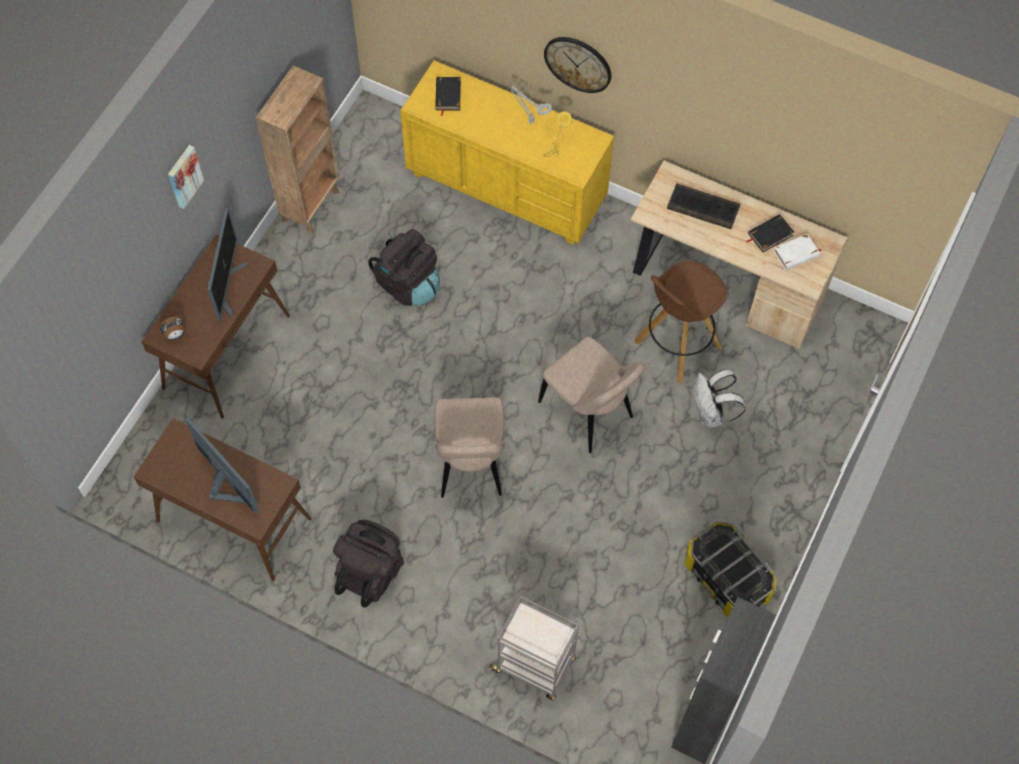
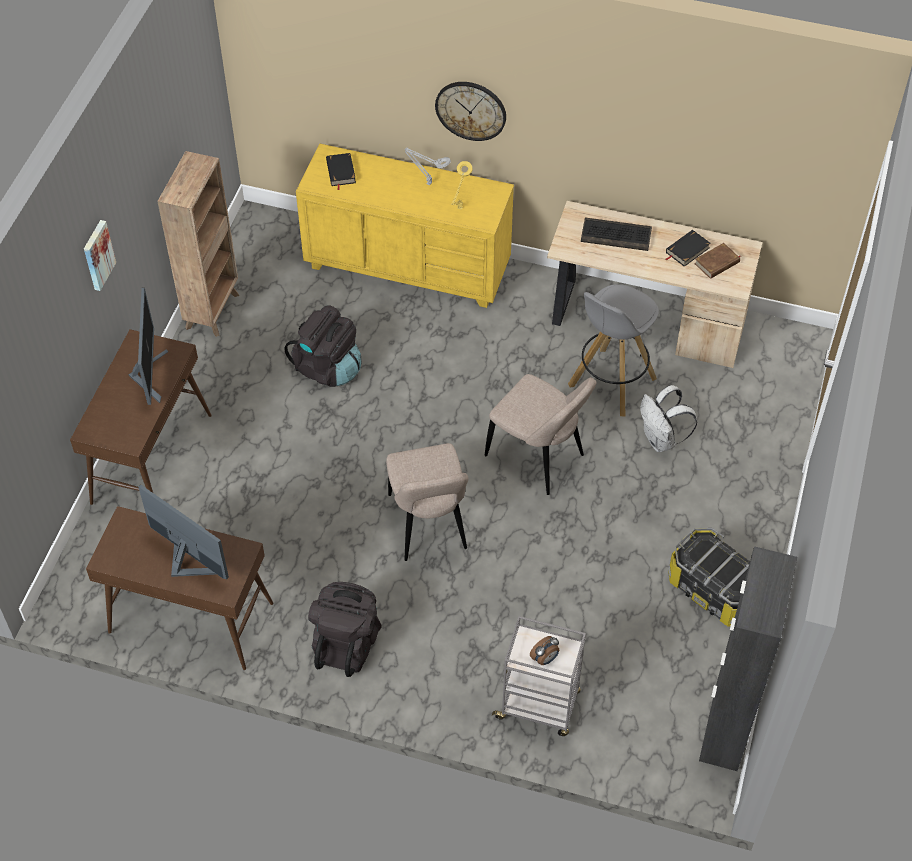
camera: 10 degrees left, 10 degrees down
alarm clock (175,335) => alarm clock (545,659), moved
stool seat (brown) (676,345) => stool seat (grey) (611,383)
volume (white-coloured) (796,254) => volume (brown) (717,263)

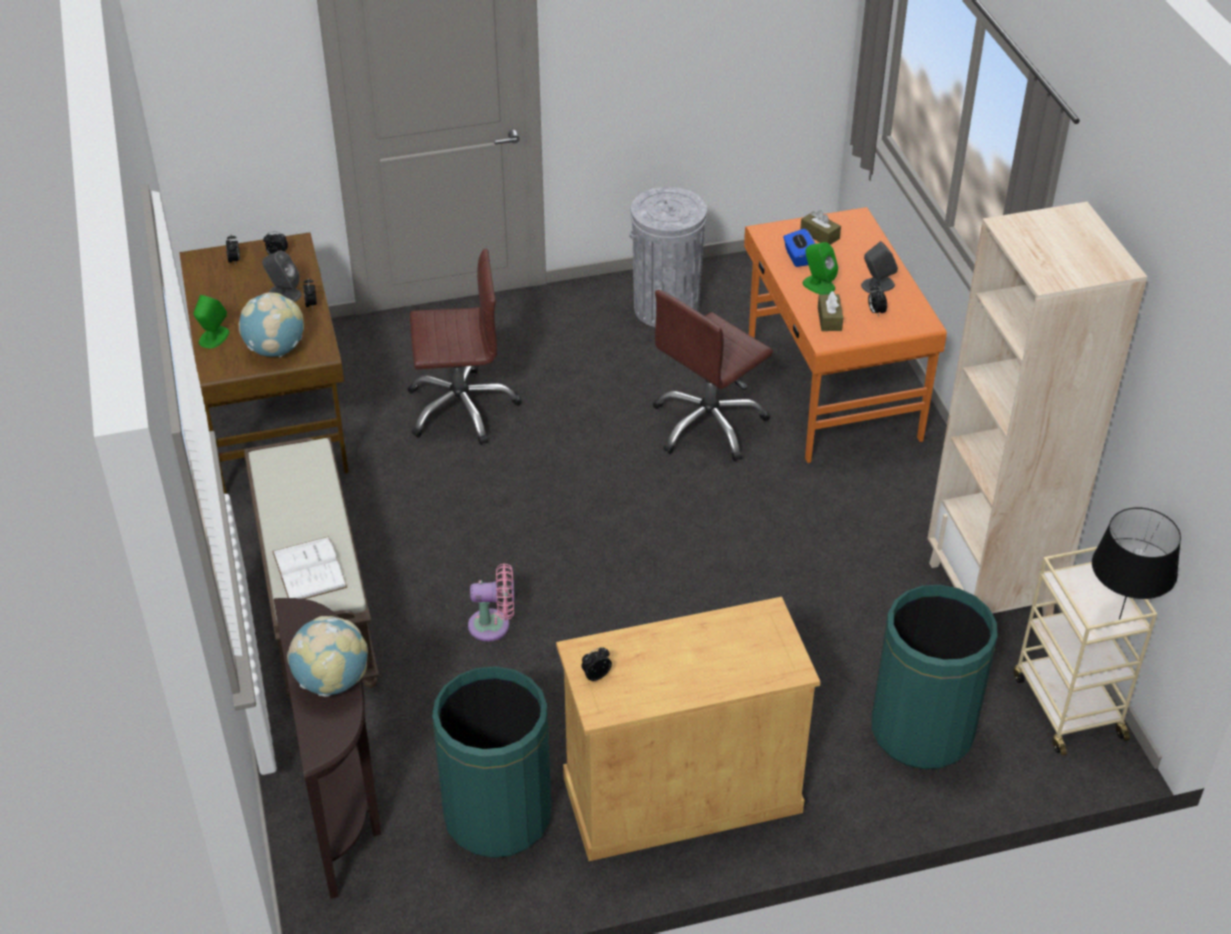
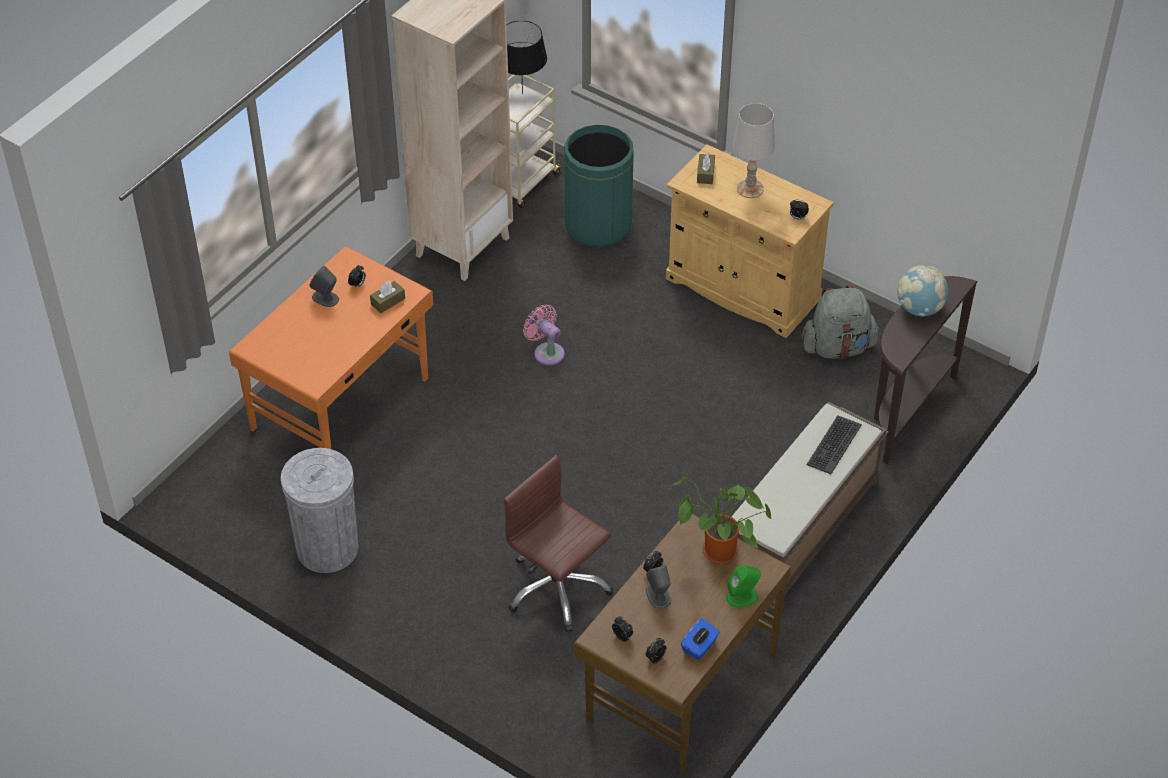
camera: 130 degrees left, 5 degrees up
world globe (275,349) => plant in a pot (716,552)
volume (white-coloured) (309,569) => PC keyboard (833,445)
trash can (green-coloured) (498,816) => backpack (grey) (838,347)
fan (pinkish) (494,625) => fan (pinkish) (546,352), moved
computer chair (brown) (709,425) => nothing
tissue box (bluish) (798,257) => tissue box (bluish) (699,647), moved
tissue box (brown) (819,235) => tissue box (brown) (705,173), moved
loudspeaker (green-coloured) (818,285) => nothing
nothing => table lamp (white-coloured) (750,188)

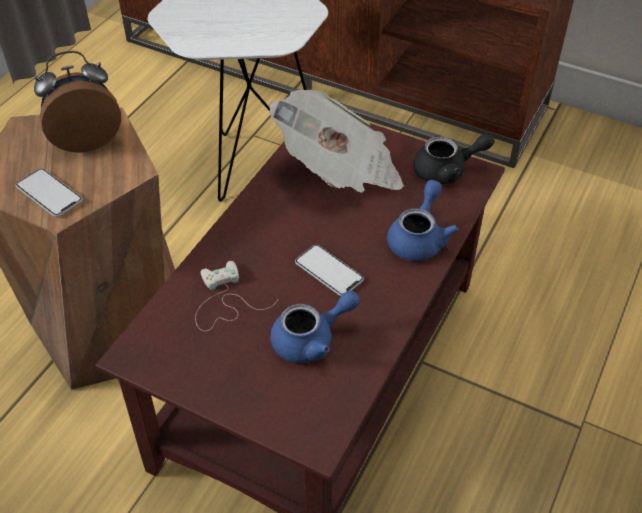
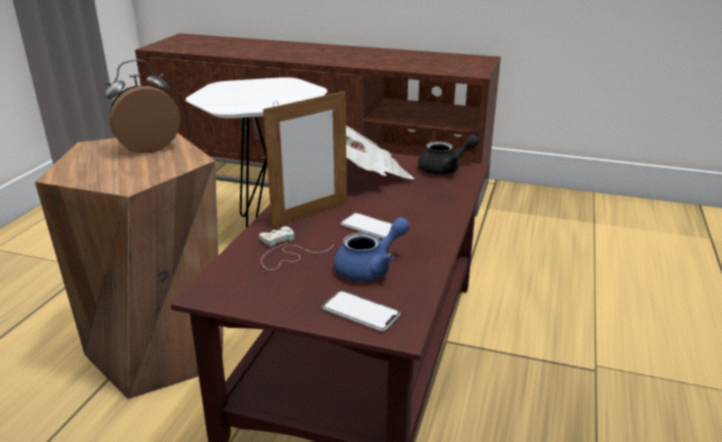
camera: 10 degrees left, 20 degrees down
telephone (49,194) => telephone (360,312), moved
teapot (bluish) (419,238) => nothing
nothing => picture frame (310,214)

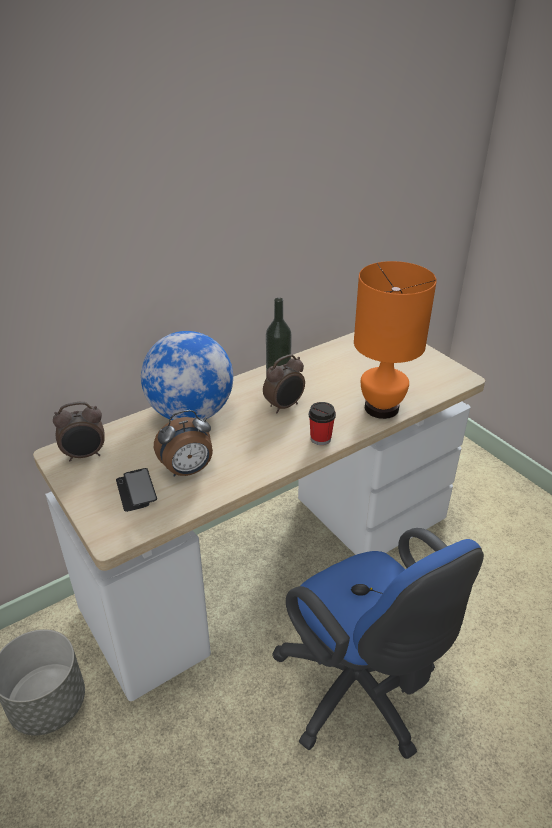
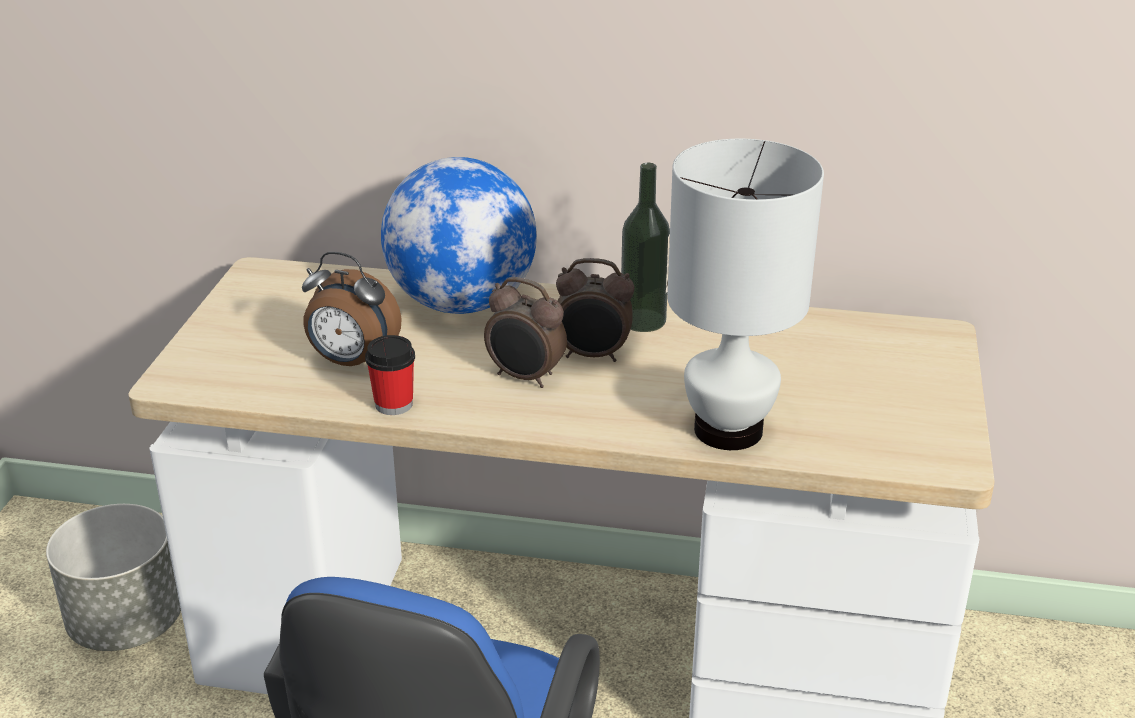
camera: 45 degrees right, 5 degrees down
alarm clock (85,455) => alarm clock (525,378), moved
telephone (136,491) => nothing
cup (320,438) => cup (394,404), moved
table lamp (orange) (381,407) => table lamp (white-coloured) (729,430)

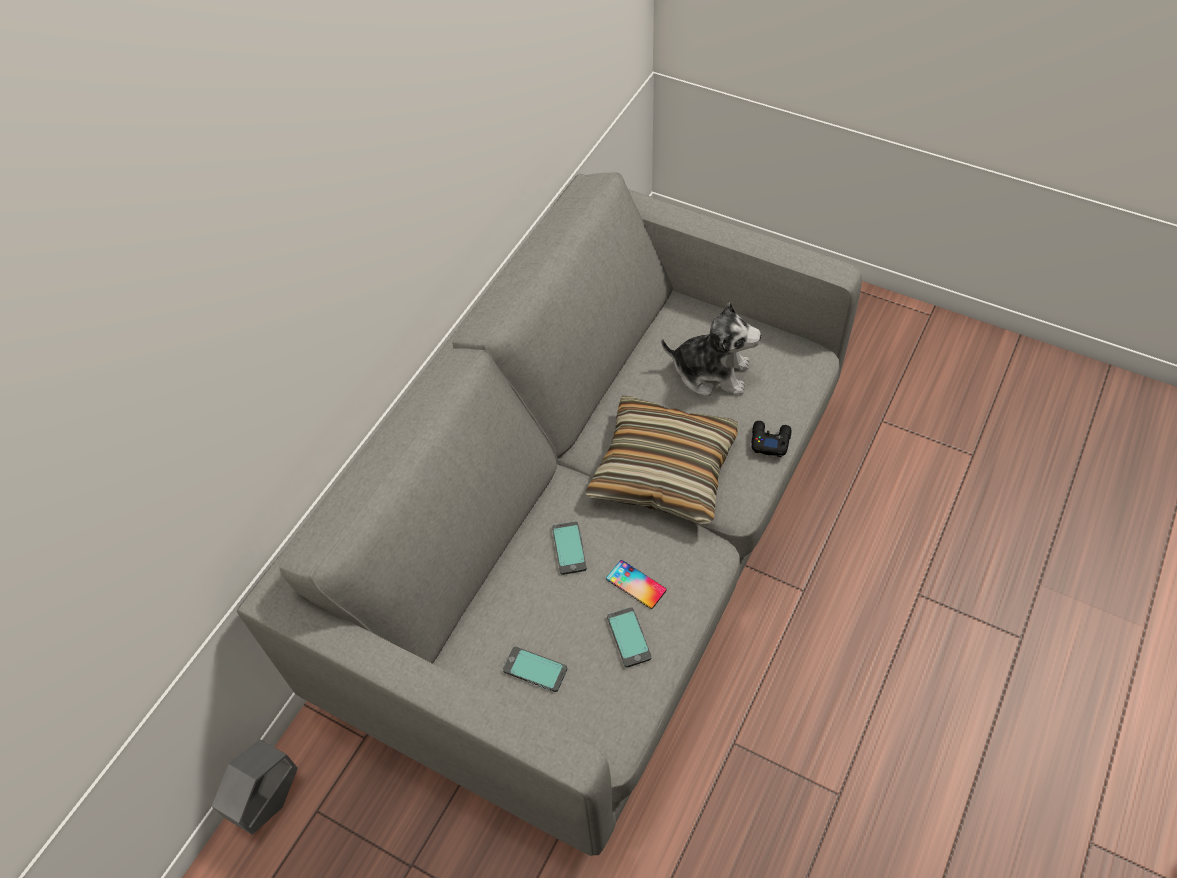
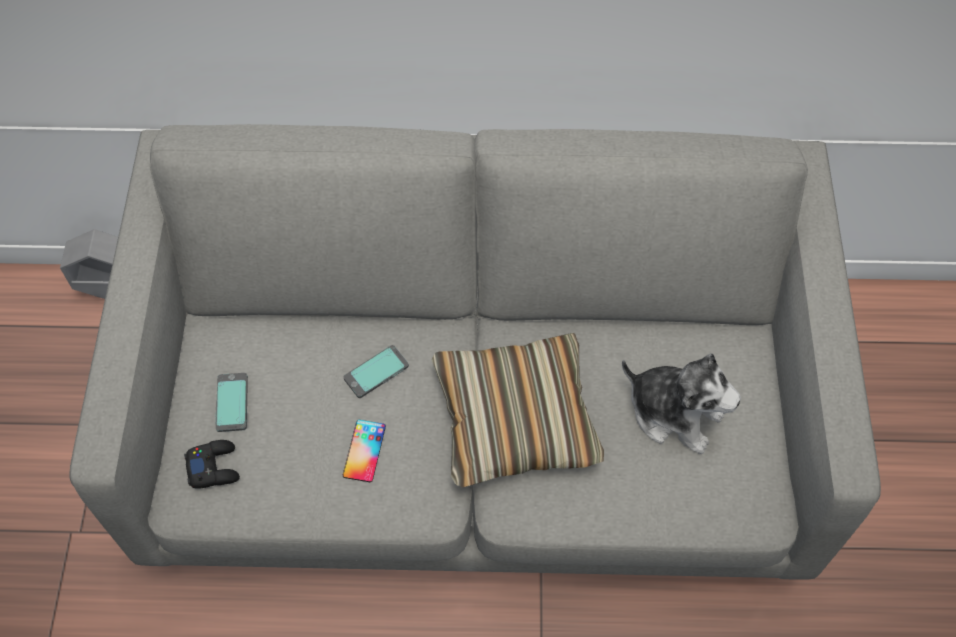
camera: 60 degrees right, 5 degrees up
telephone (629,637) => nothing
cuddly toy (711,372) => cuddly toy (674,412), 45 degrees counterclockwise
gamepad (blackish) (769,440) => gamepad (blackish) (214,467), moved

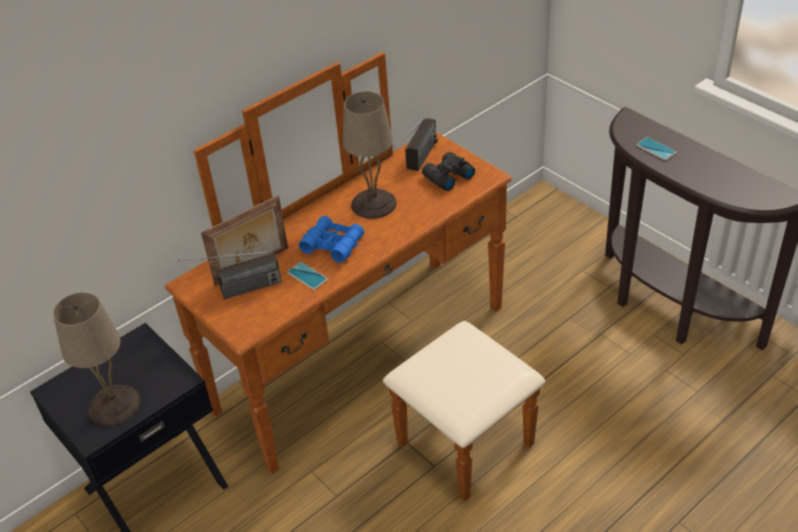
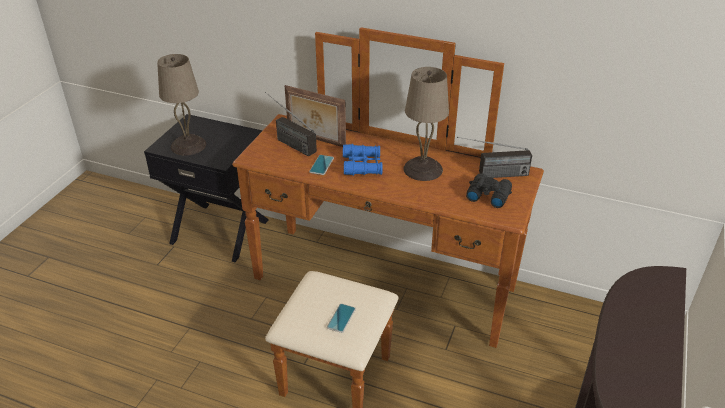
camera: 60 degrees right, 5 degrees down
telephone (656,149) => telephone (341,318), moved

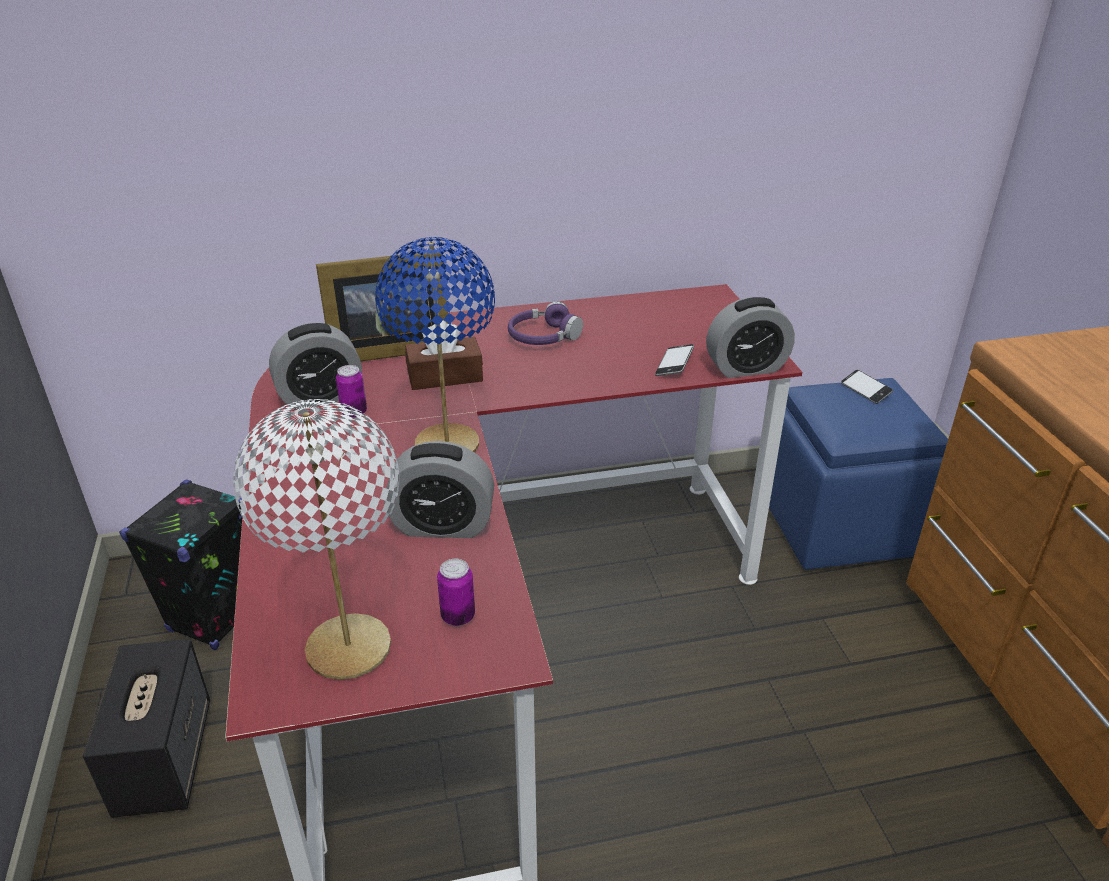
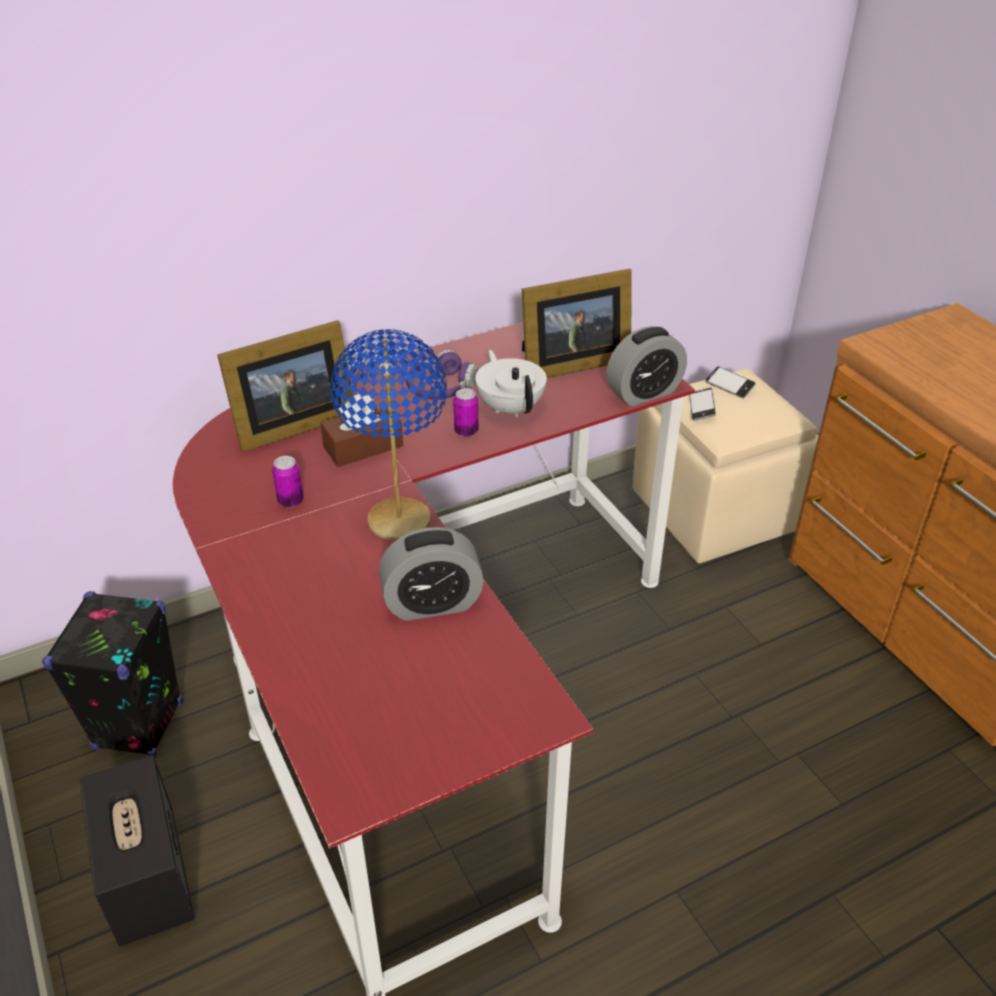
camera: 15 degrees left, 5 degrees up
table lamp (white-coloured) (350,648) => nothing
alarm clock (320,396) => nothing
sealed can (458,616) => sealed can (466,431), moved
telephone (674,364) => telephone (701,407), moved
footrest (bluish) (842,523) => footrest (sand-coloured) (718,511)
nothing => teapot (white-coloured) (510,407)
nothing => picture frame (569,363)

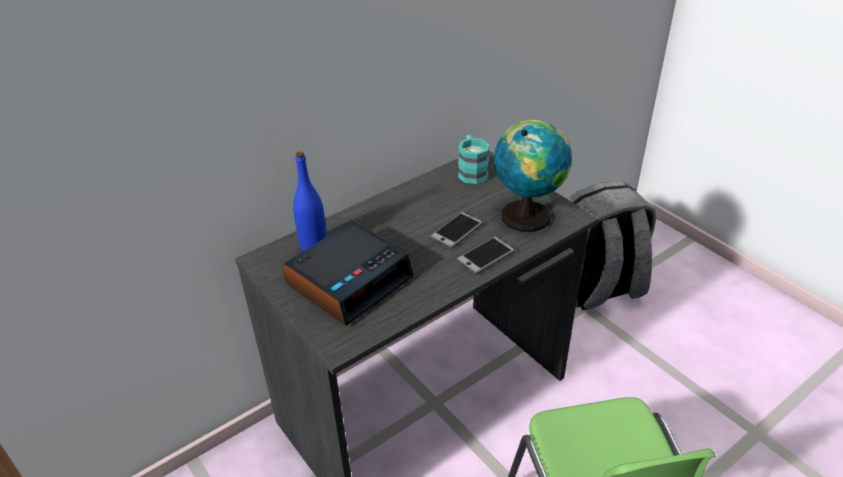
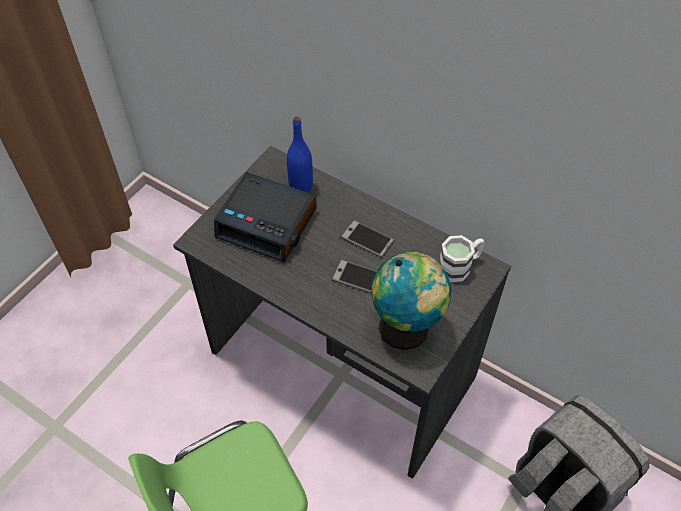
camera: 70 degrees right, 15 degrees up
telephone (485,256) => telephone (367,239), moved
mug (turquoise) (471,171) => mug (white-coloured) (460,266)

